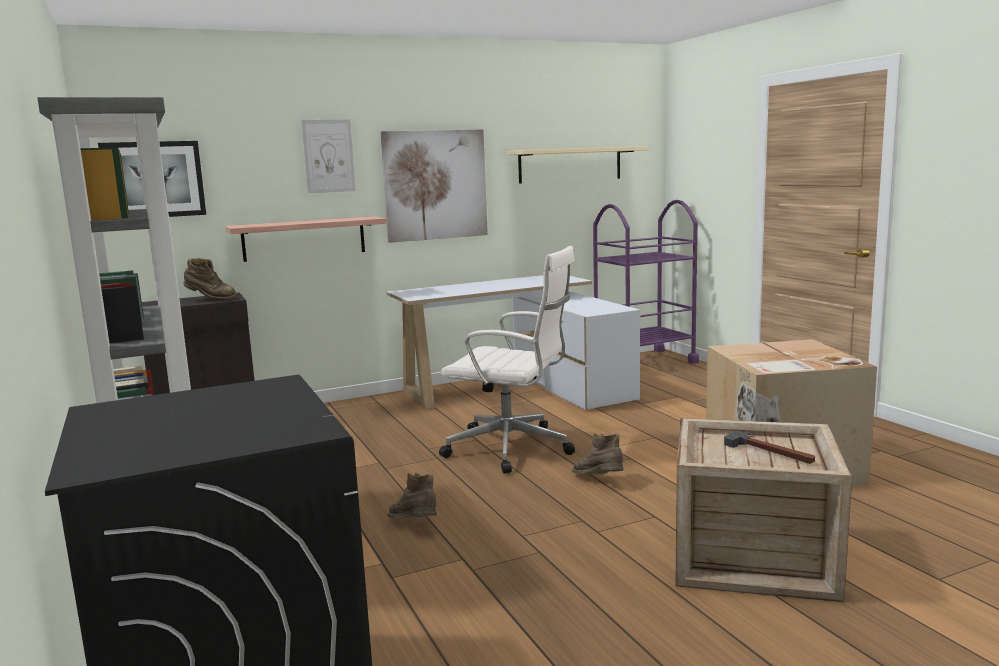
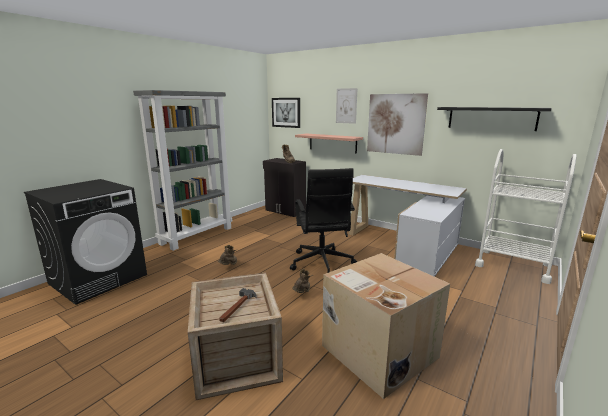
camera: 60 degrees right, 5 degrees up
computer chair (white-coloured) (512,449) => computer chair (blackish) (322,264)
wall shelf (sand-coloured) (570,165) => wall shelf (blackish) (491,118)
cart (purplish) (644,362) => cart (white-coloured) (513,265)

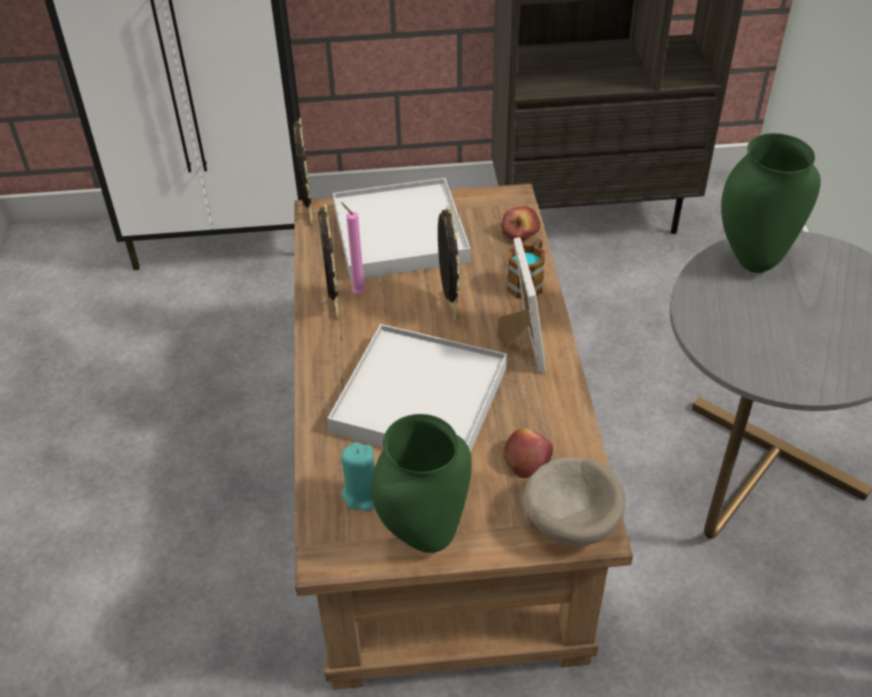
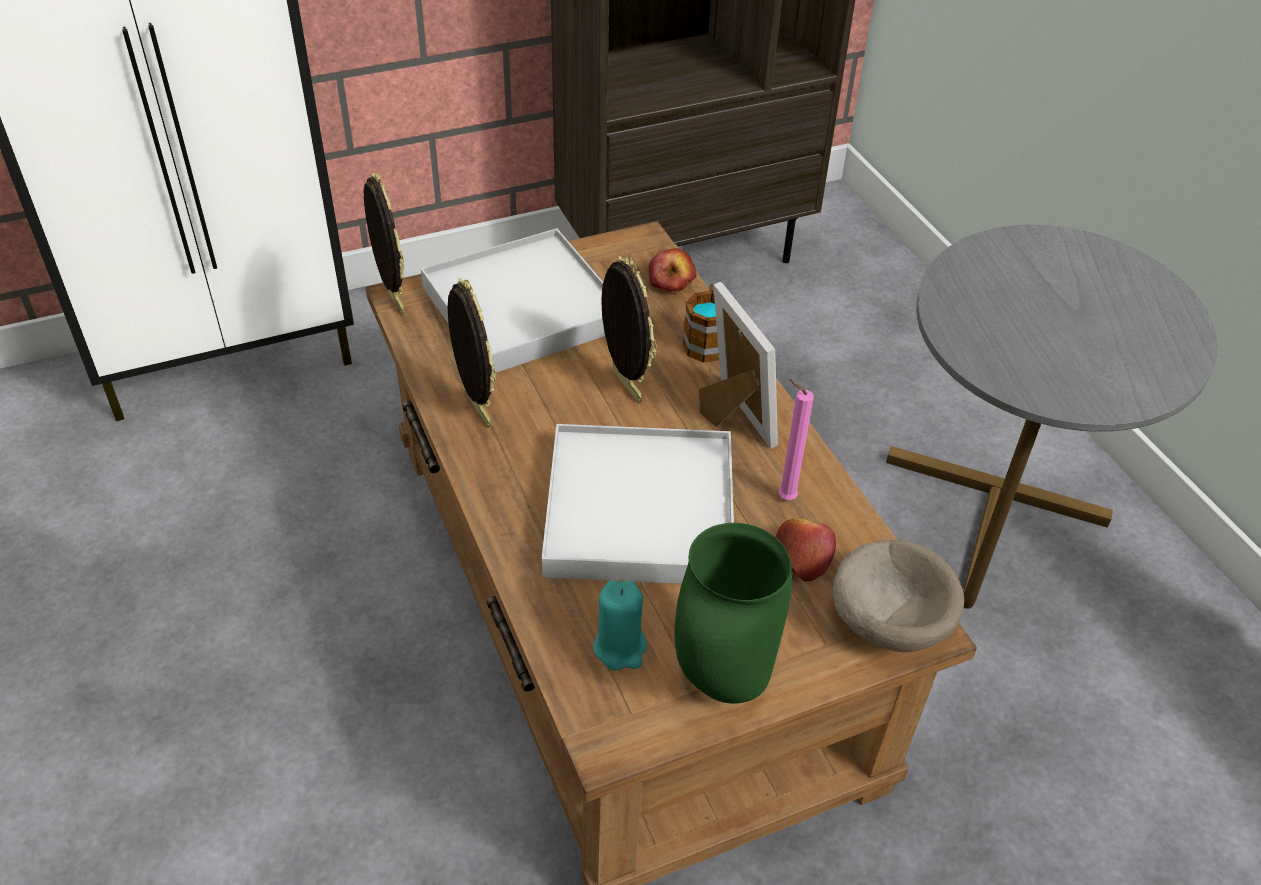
camera: 20 degrees left, 0 degrees up
wax candle (pinkish) (357,292) => wax candle (pinkish) (783,497), moved
decorative vase (green-coloured) (752,260) => nothing

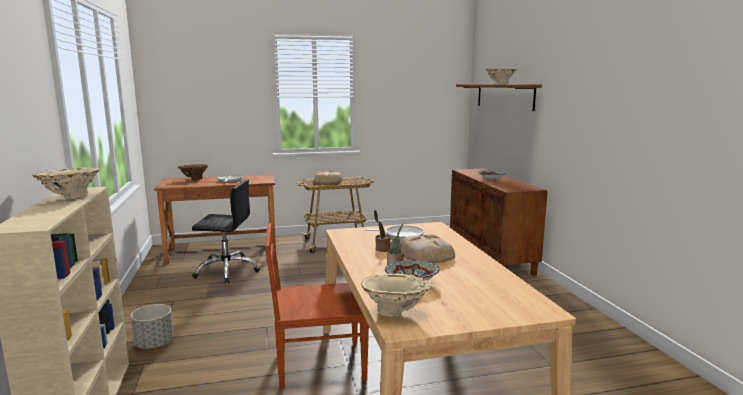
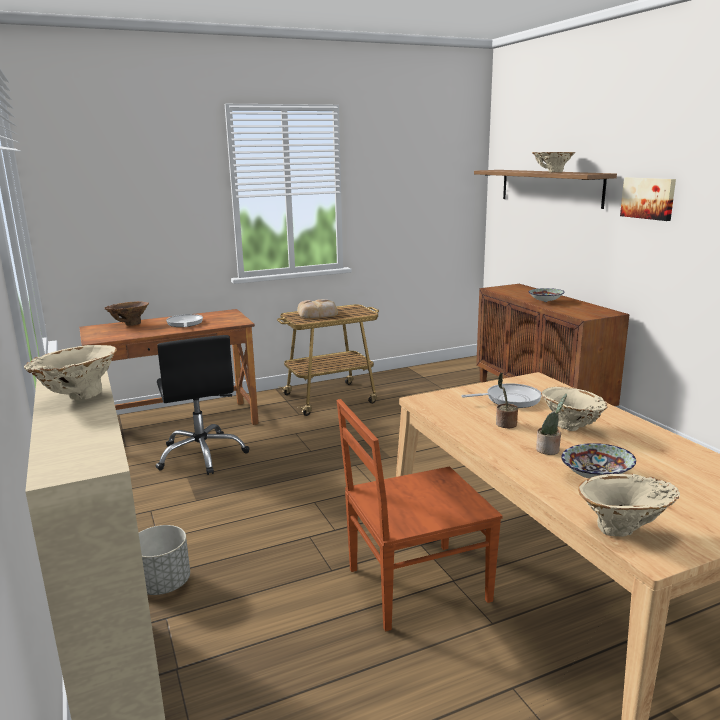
camera: 10 degrees left, 5 degrees up
computer chair (blackish) (227,271) => computer chair (blackish) (202,455), 75 degrees clockwise
bakery bread (426,255) => decorative vase (sand-coloured) (571,428)
nothing => picture (648,198)

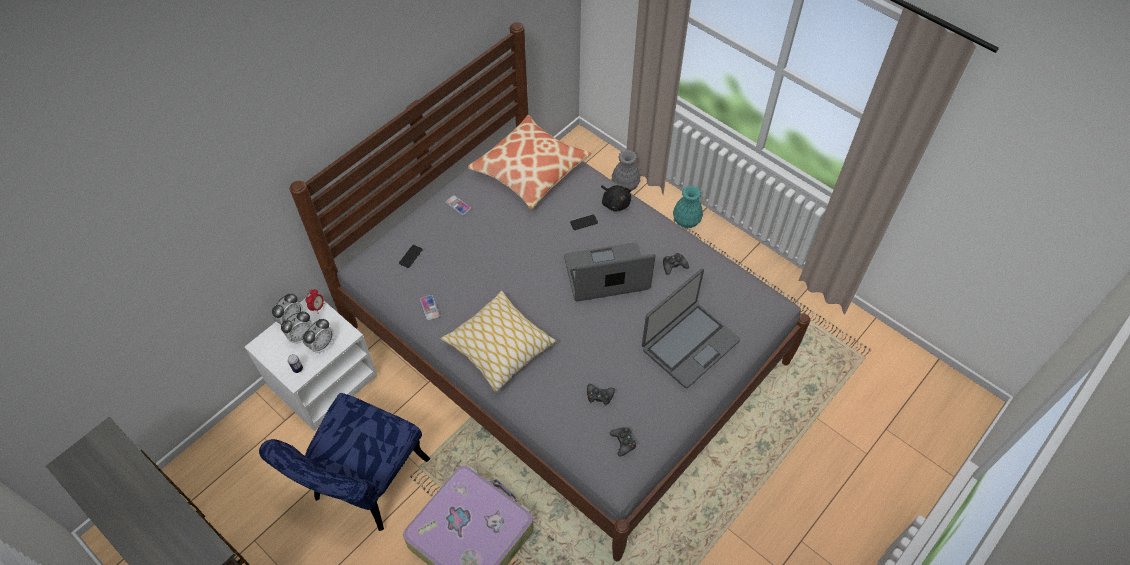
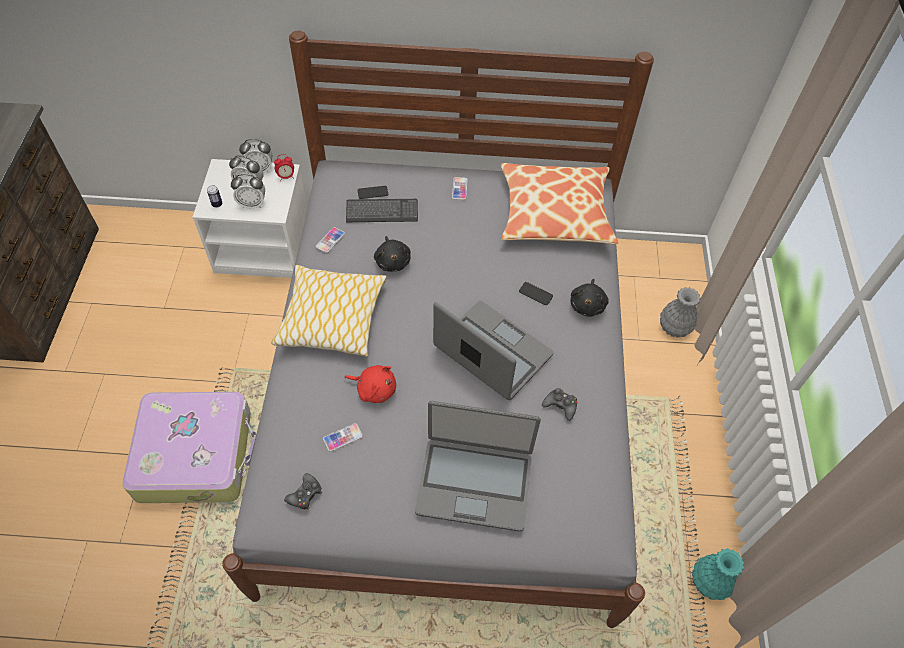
camera: 50 degrees right, 0 degrees up
upright chair (bluish) (364,486) => nothing
gamepad (blackish) (599,396) => telephone (343,437)
decorative vase (turquoise) (686,220) => decorative vase (turquoise) (709,581), moved
nothing => cuddly toy (reddish) (374,389)
nothing => PC keyboard (382,212)
nothing => cuddly toy (blackish) (392,261)

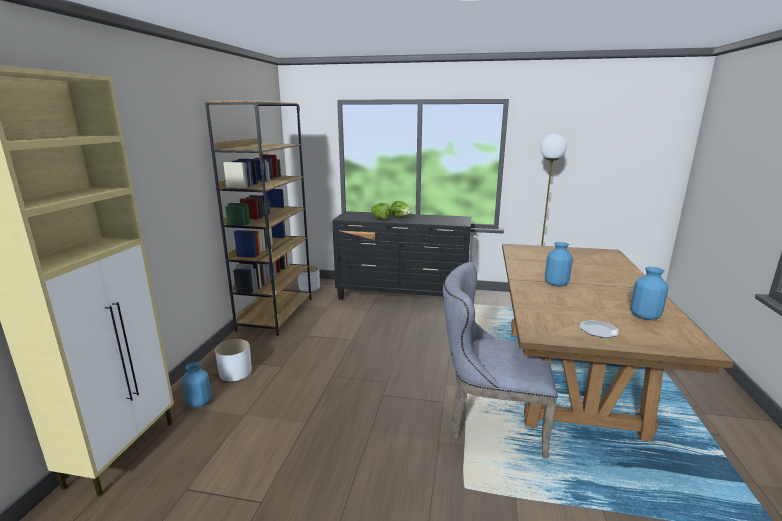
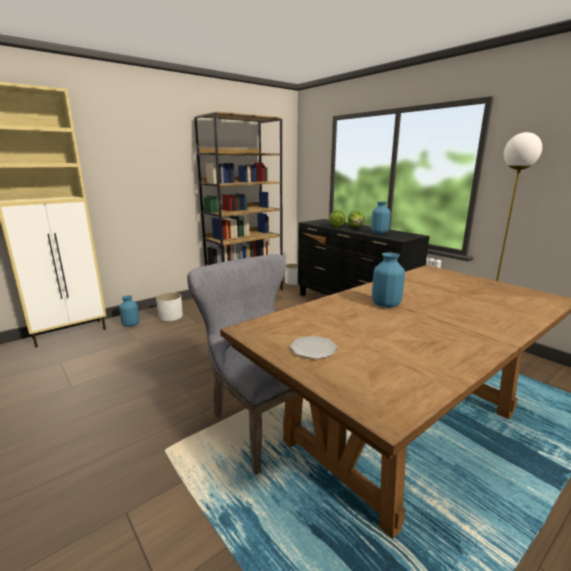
camera: 40 degrees right, 0 degrees up
decorative vase (bluish) (644,316) => decorative vase (bluish) (379,233), moved

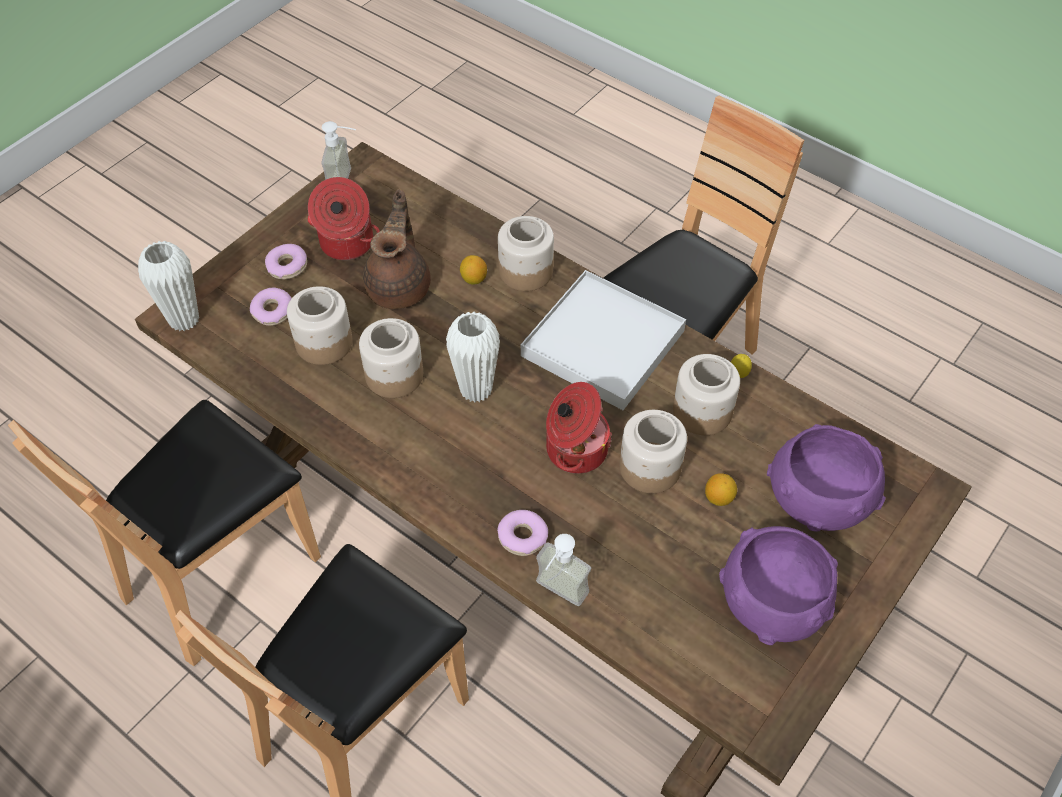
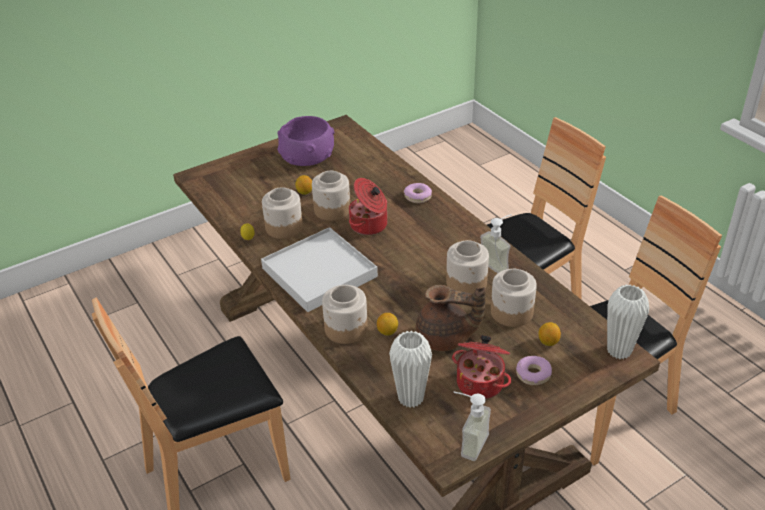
camera: 160 degrees left, 15 degrees down
ring doughnut (272,311) => lemon (548,342)
teapot (brown) (400,286) => teapot (brown) (445,339), 105 degrees counterclockwise
decorative vase (white-coloured) (476,390) => decorative vase (white-coloured) (411,398), moved
soap bottle (556,595) => soap bottle (498,262), moved
serving bowl (purplish) (820,497) => nothing

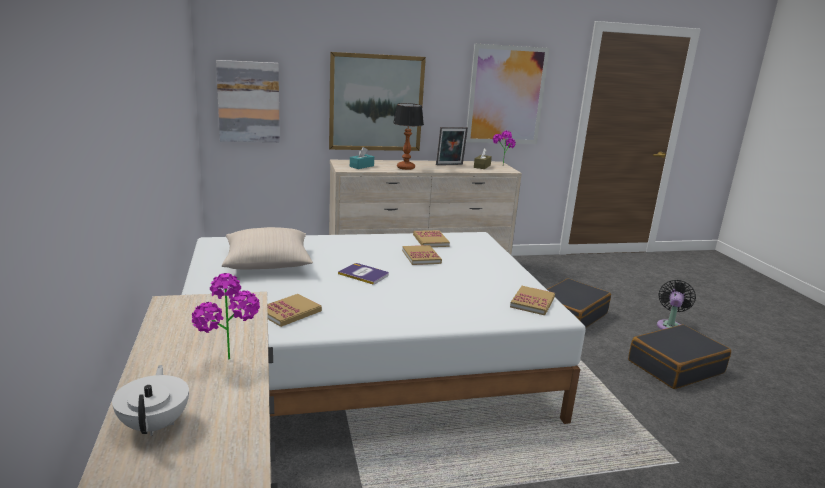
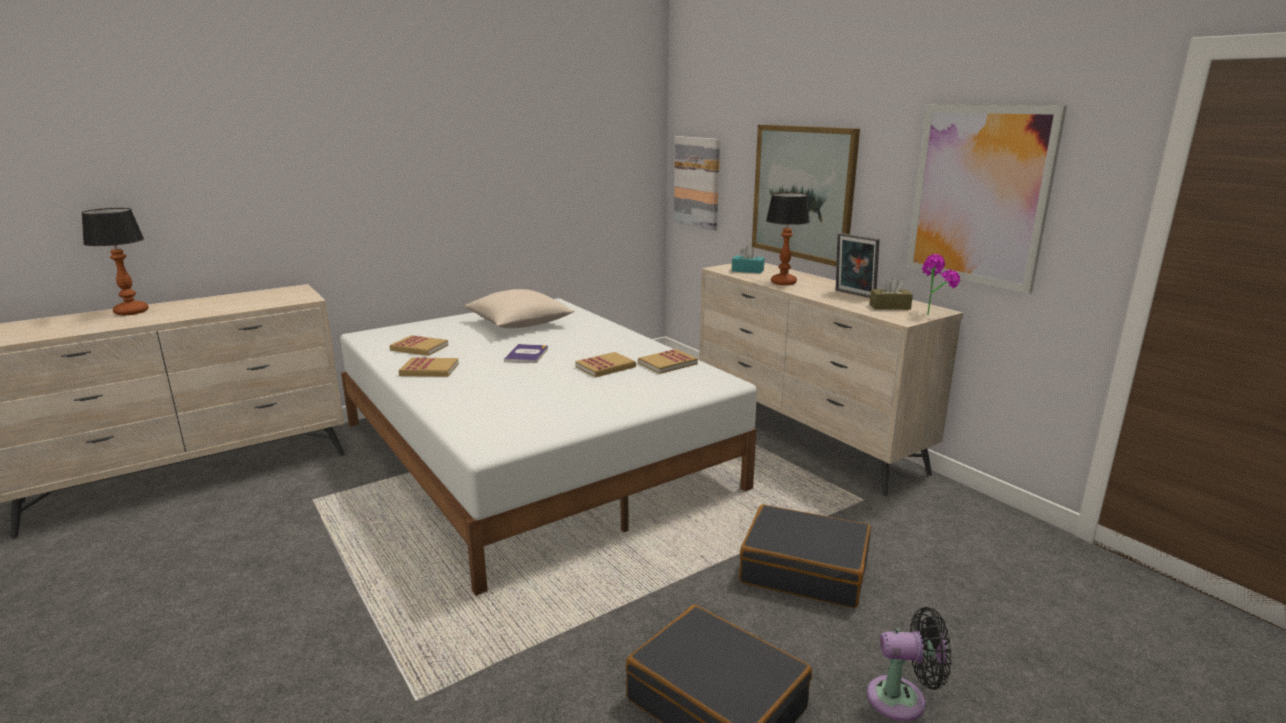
camera: 70 degrees right, 0 degrees up
teapot (white-coloured) (155,424) => table lamp (132,312)
plant in a pot (230,365) => nothing
volume (532,302) => volume (429,370), moved

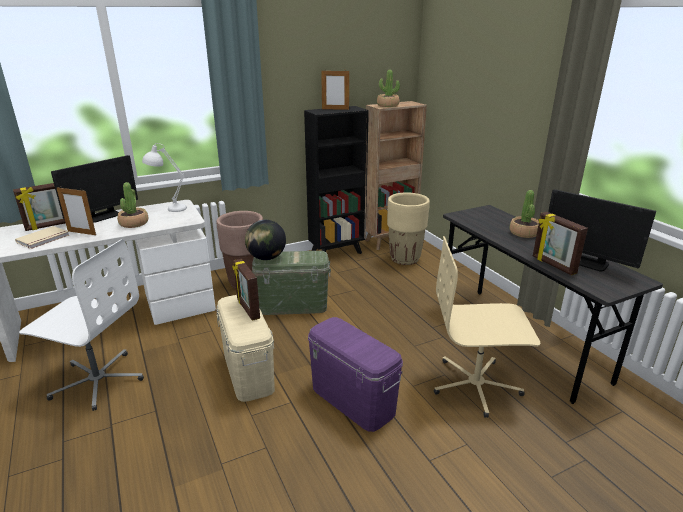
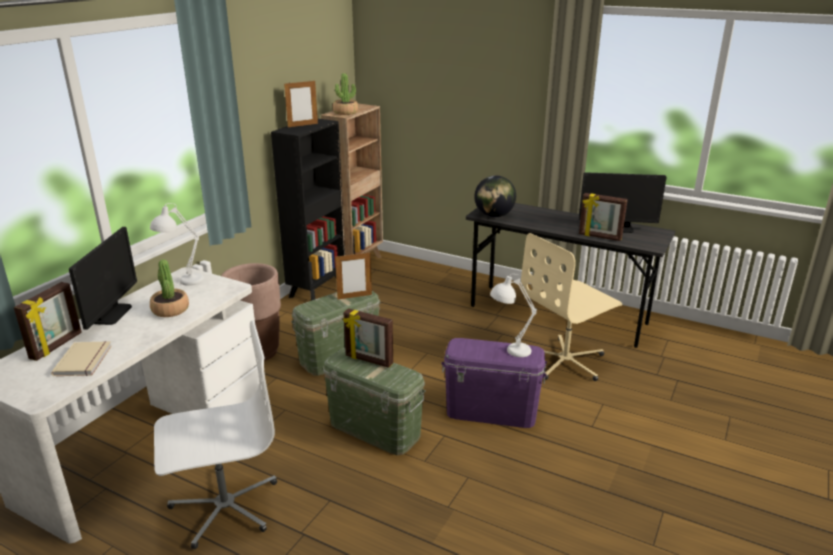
camera: 35 degrees left, 0 degrees up
picture frame (81,233) => picture frame (354,296), moved
storage box (sand-coloured) (249,372) => storage box (green-coloured) (375,429)
world globe (266,258) => world globe (494,216), moved
flower pot (sand-coloured) (405,259) => nothing
plant in a pot (524,233) => nothing
nothing => table lamp (white-coloured) (509,351)

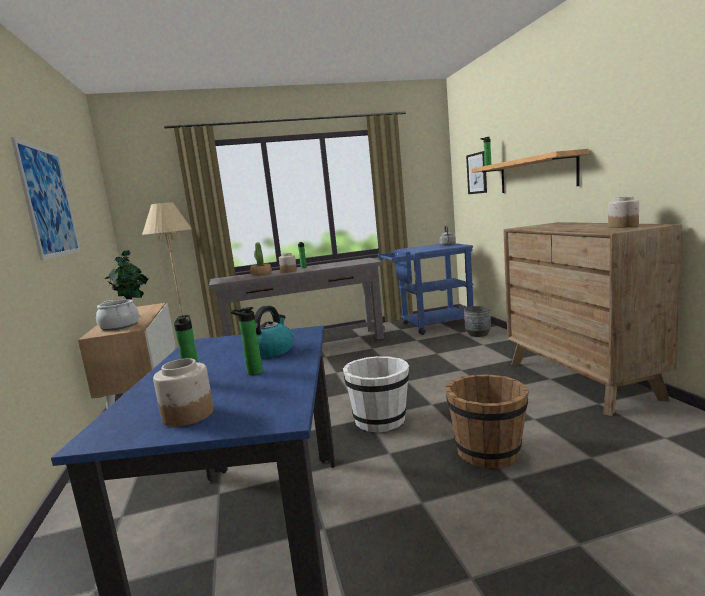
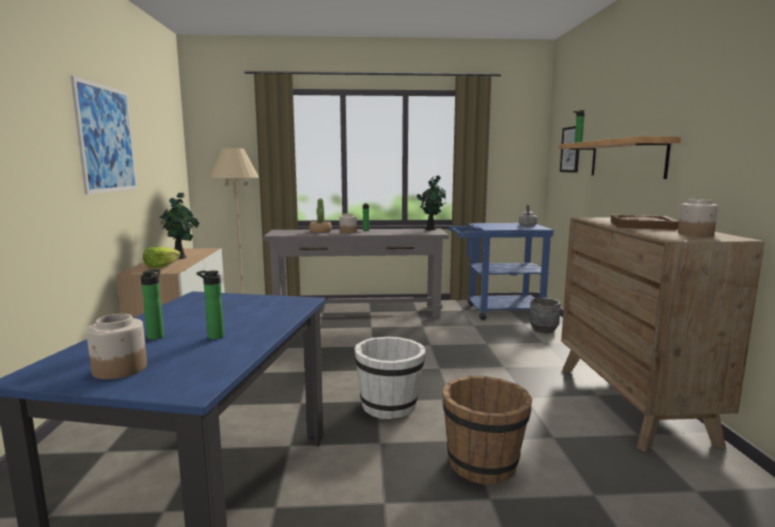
camera: 10 degrees right, 0 degrees up
saucepot (119,326) => lettuce (161,266)
kettle (271,351) => nothing
nothing => plant in a pot (431,229)
nothing => serving tray (brown) (643,225)

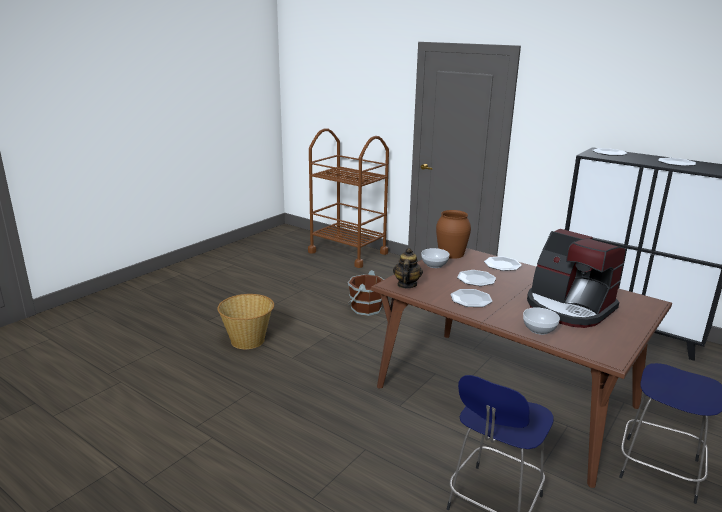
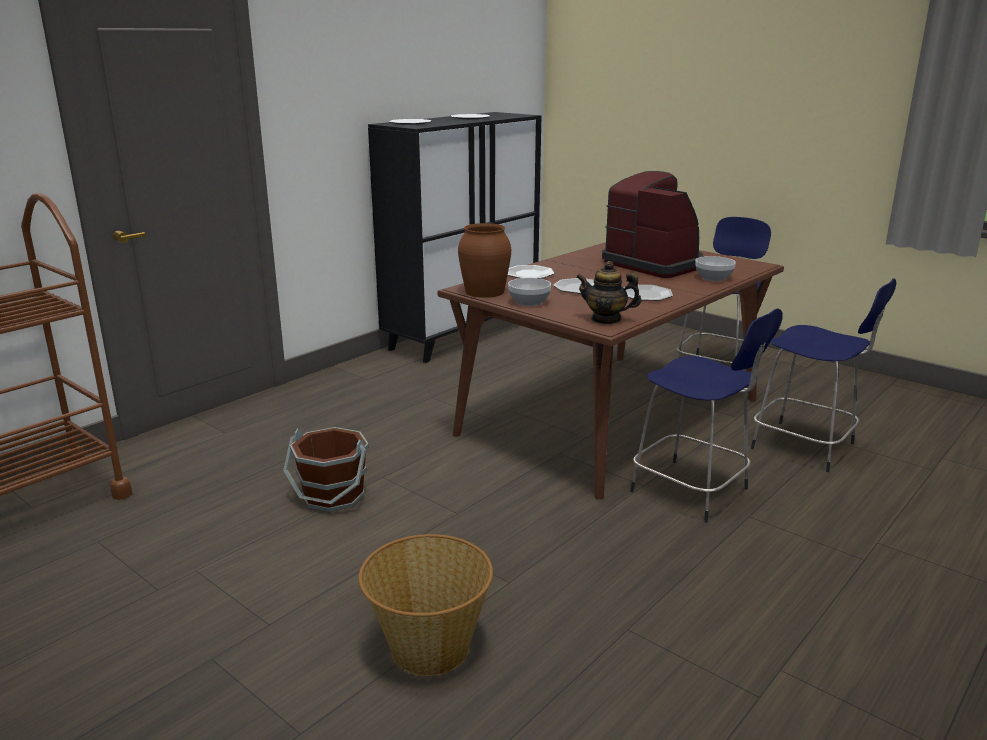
camera: 85 degrees left, 0 degrees up
coffee maker (568,308) => coffee maker (654,264), 90 degrees counterclockwise
nothing => stool seat (bluish) (693,491)

